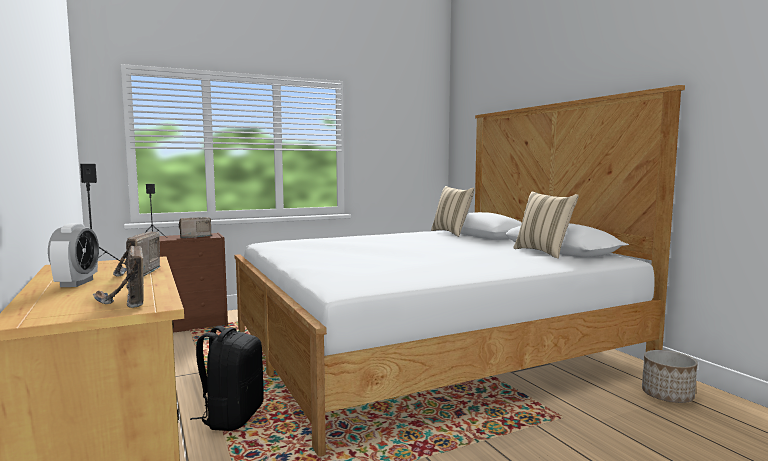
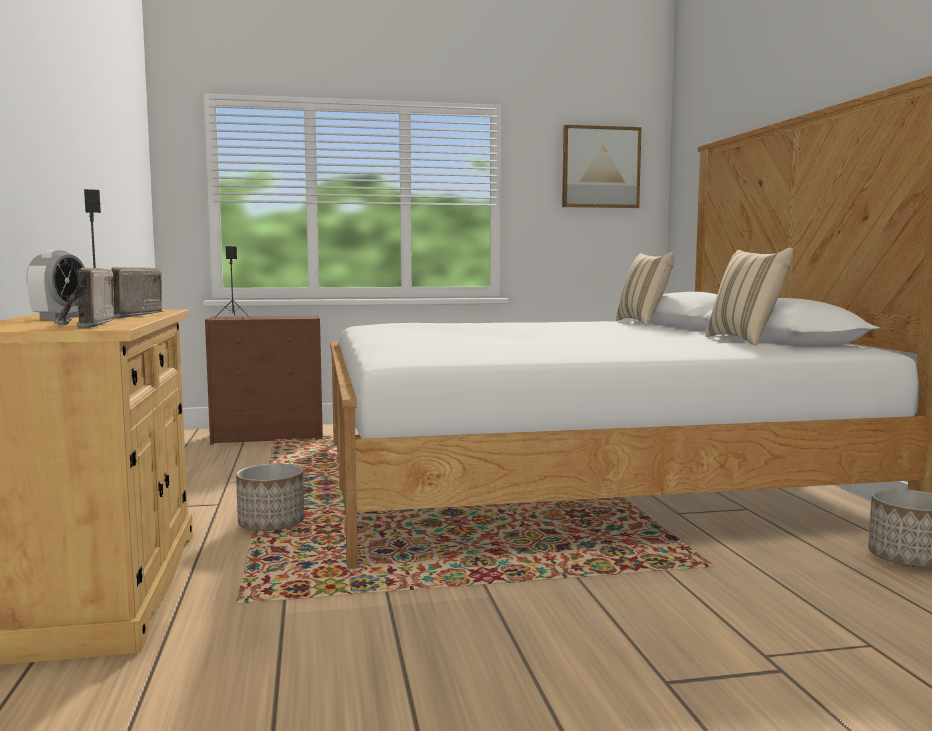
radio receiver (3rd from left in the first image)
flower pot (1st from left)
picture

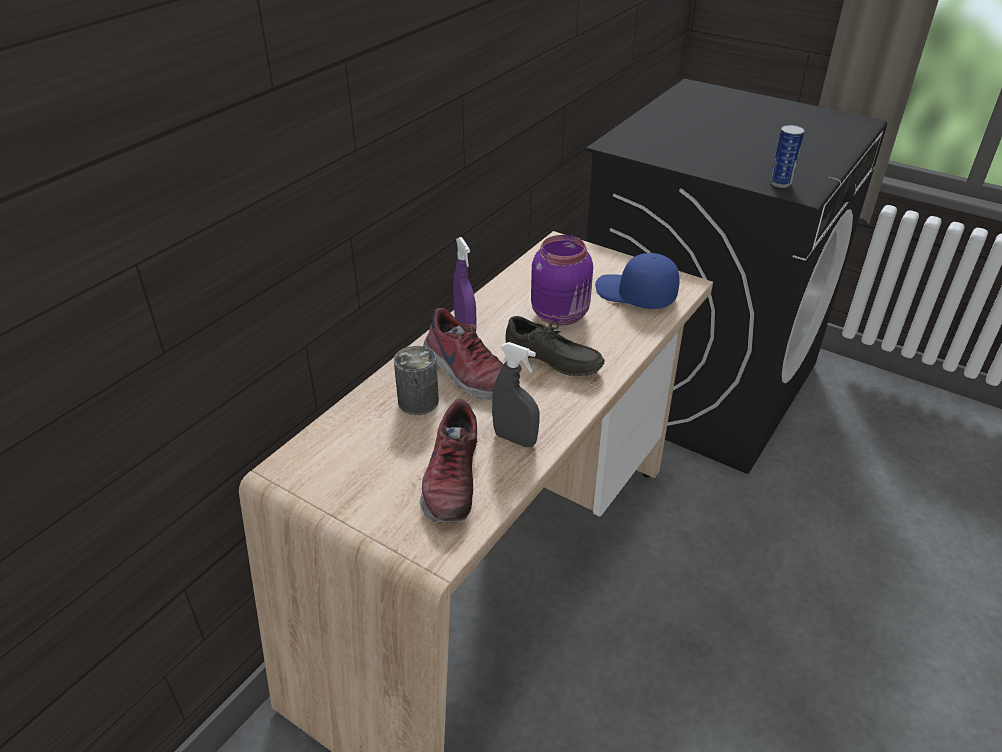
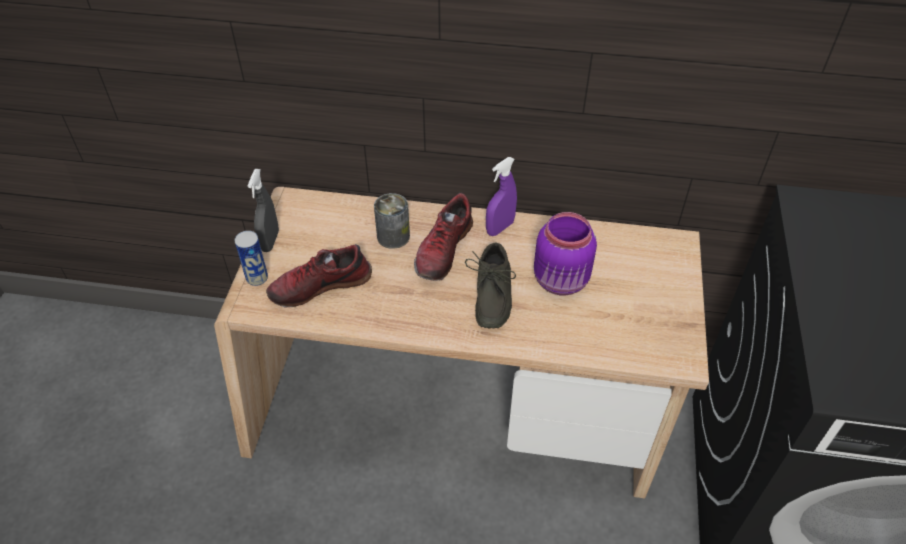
spray bottle (greyish)
baseball cap (blue)
can (1st from left)

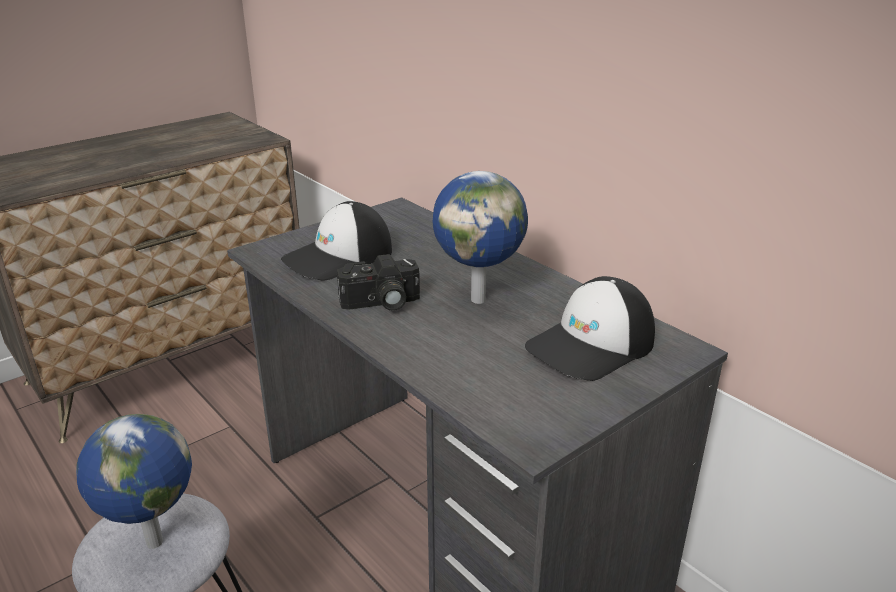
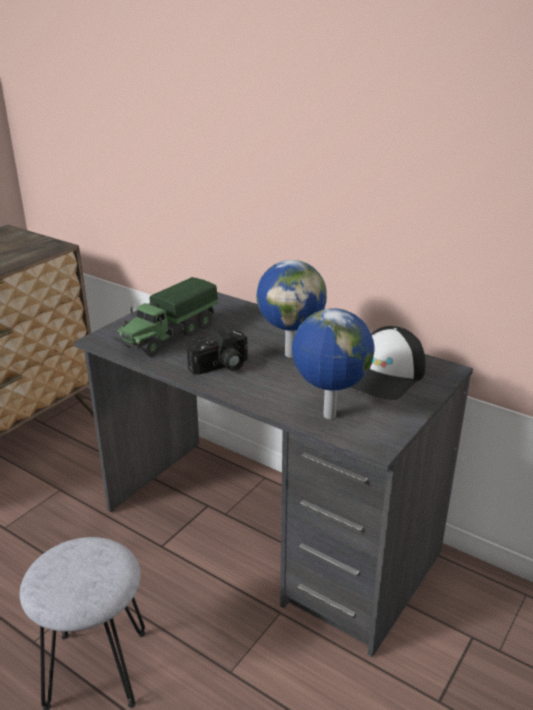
globe (2nd from left)
toy truck

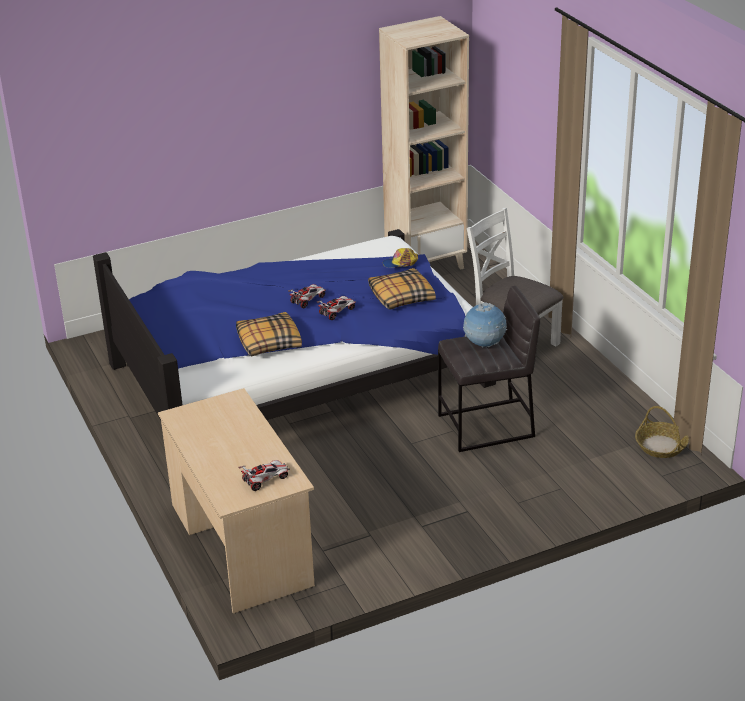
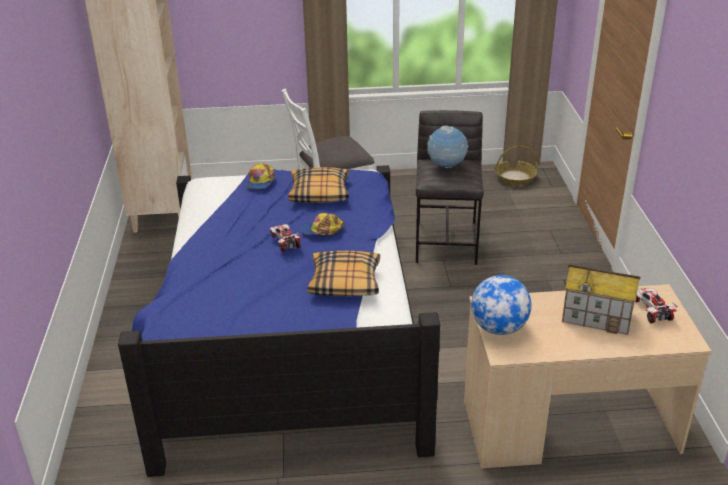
baseball cap (2nd from left)
globe (2nd from left)
model house

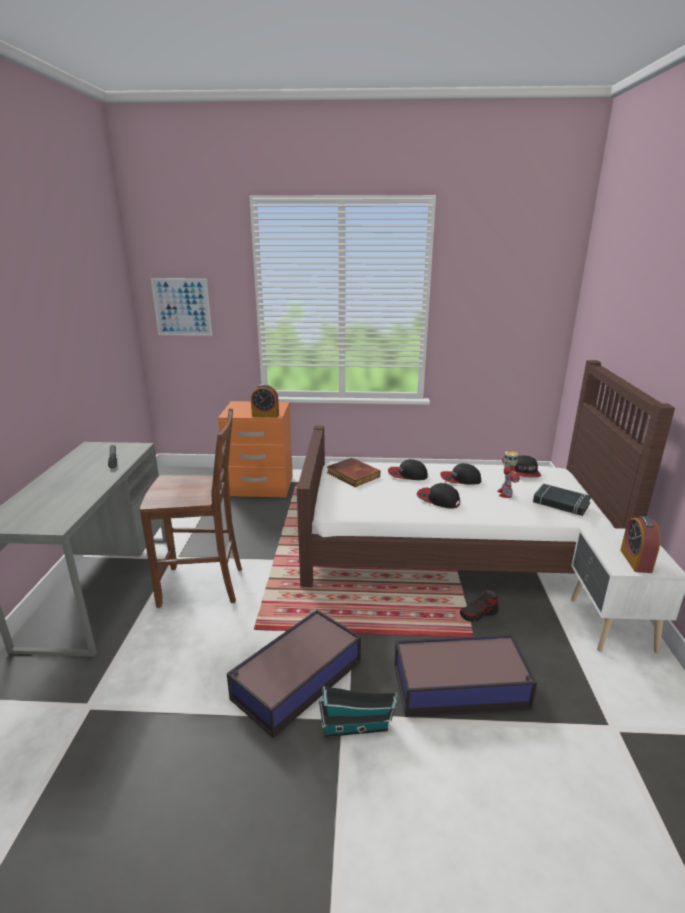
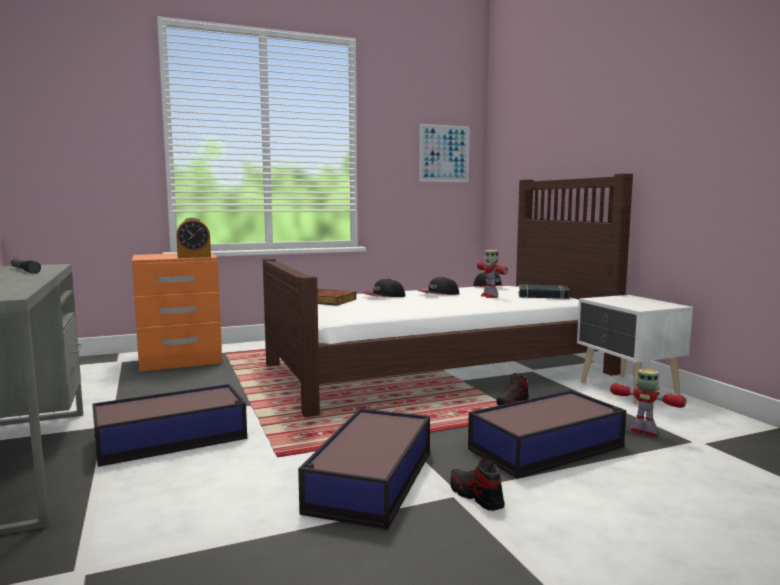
storage bin (1st from left)
picture
shoe (1st from left)
baseball cap (2nd from left in the first image)
bedside clock (2nd from left in the first image)
toy robot (2nd from left)

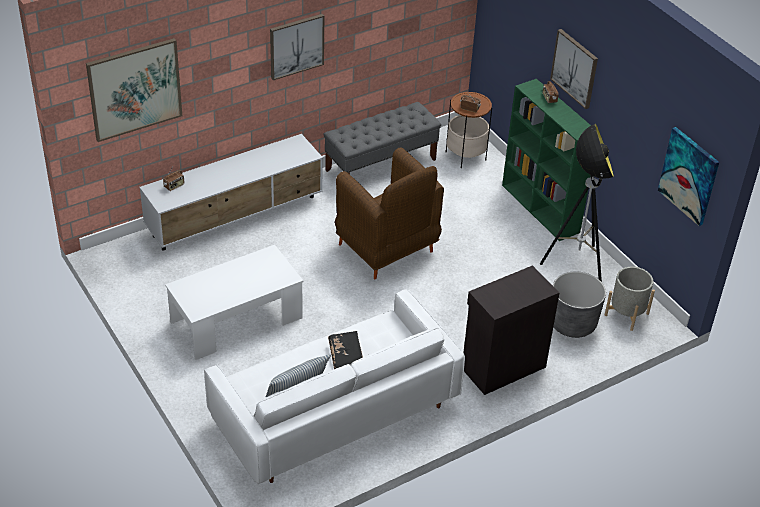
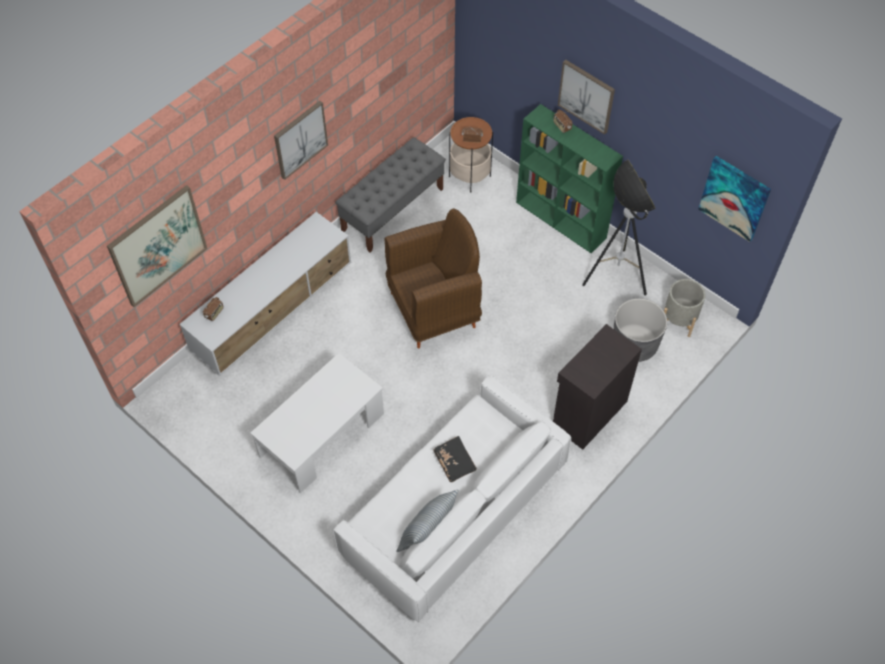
armchair (brownish)

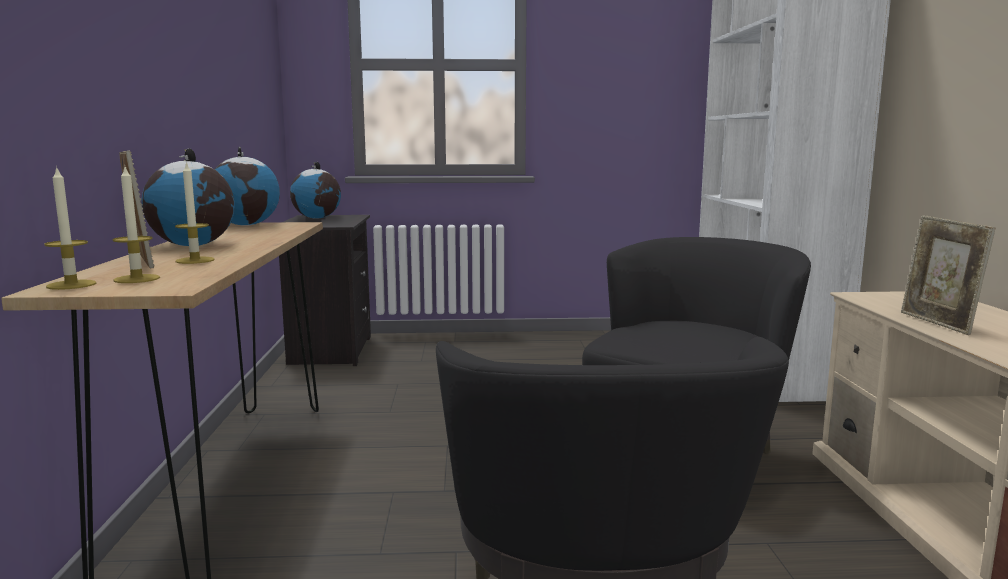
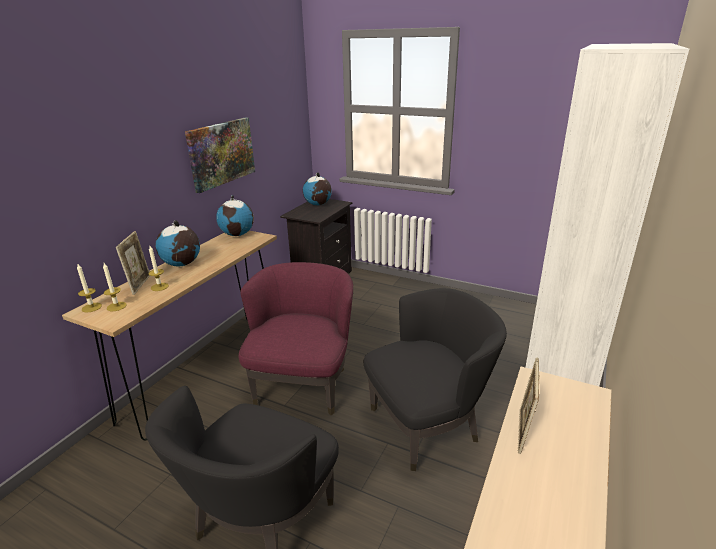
picture
armchair (purple-coloured)

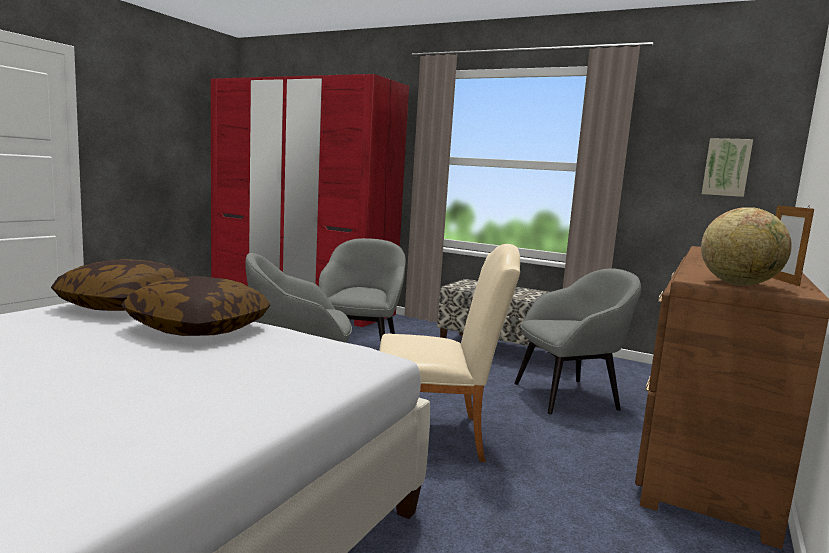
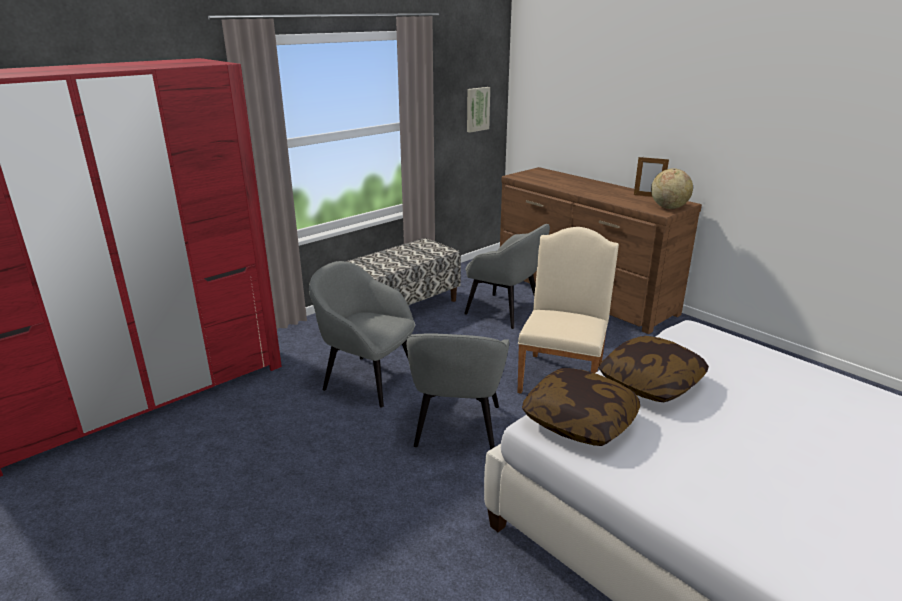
armchair (greyish) (3rd from left)

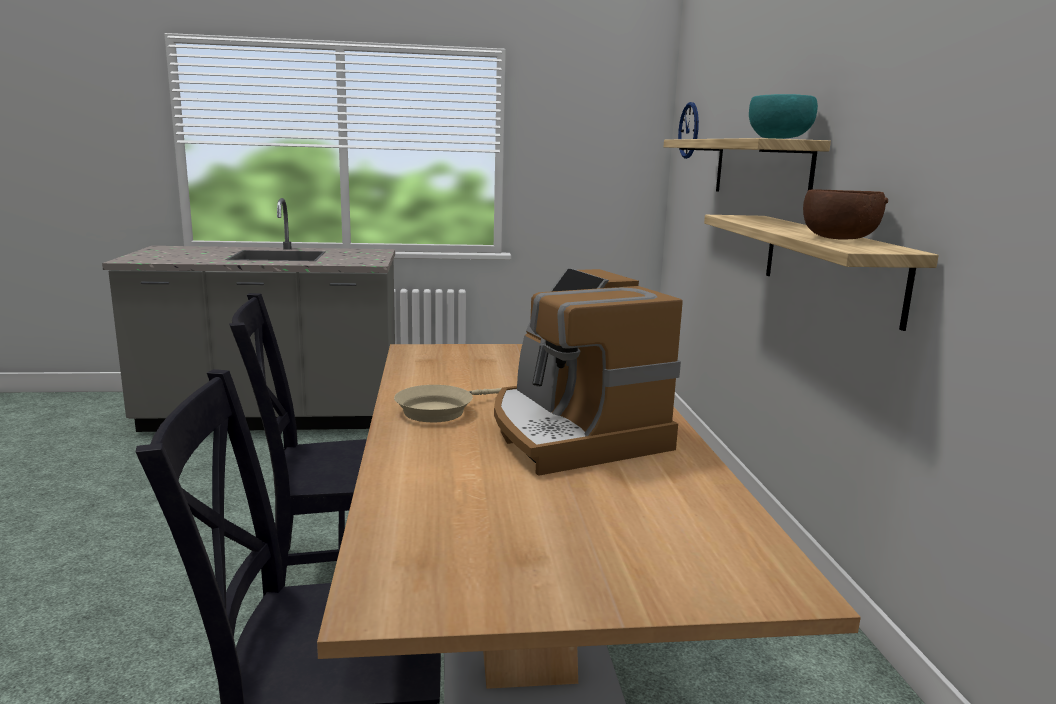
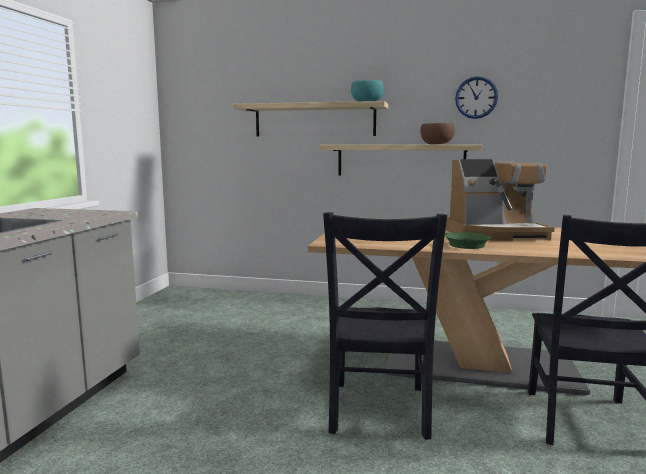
pan (greenish)
wall clock

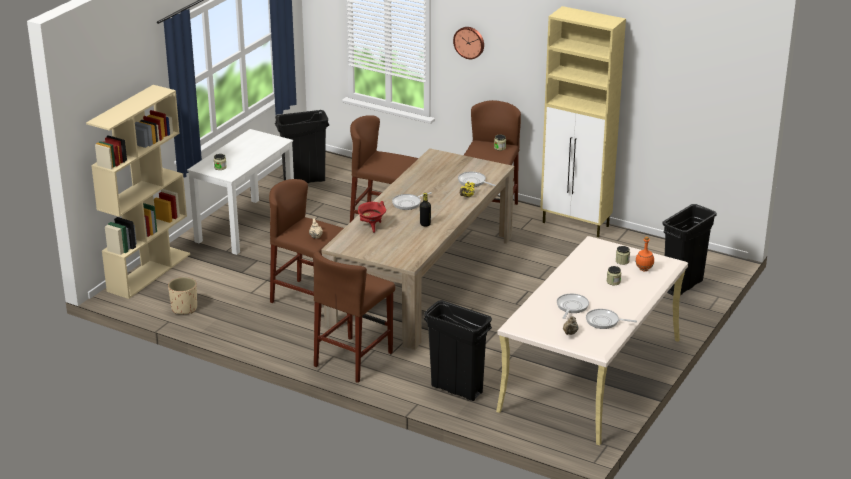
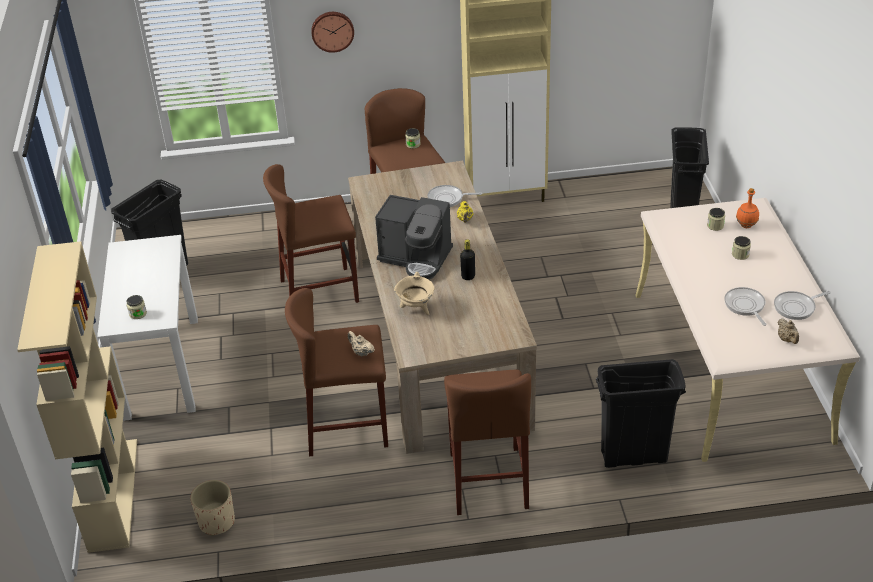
stockpot (sand-coloured)
coffee brewer

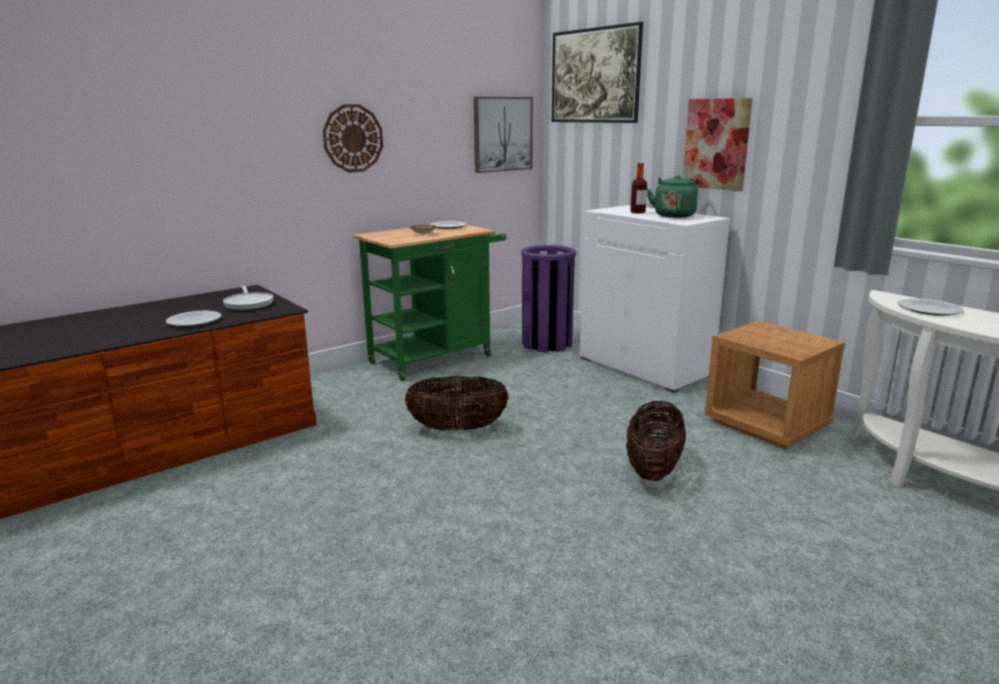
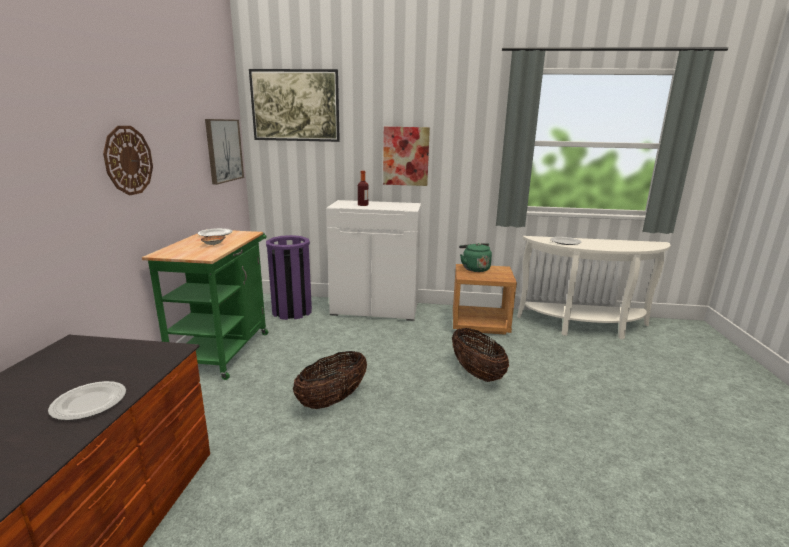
pan
tea kettle (greenish)

